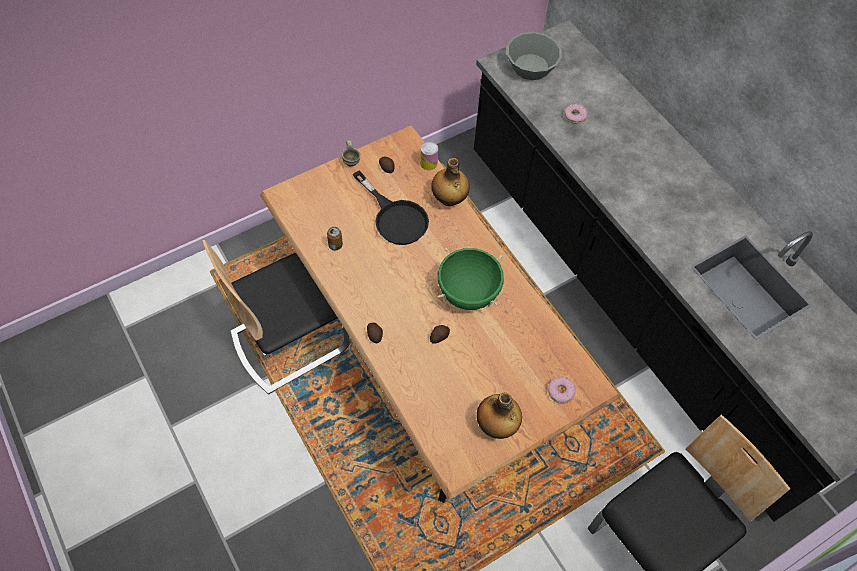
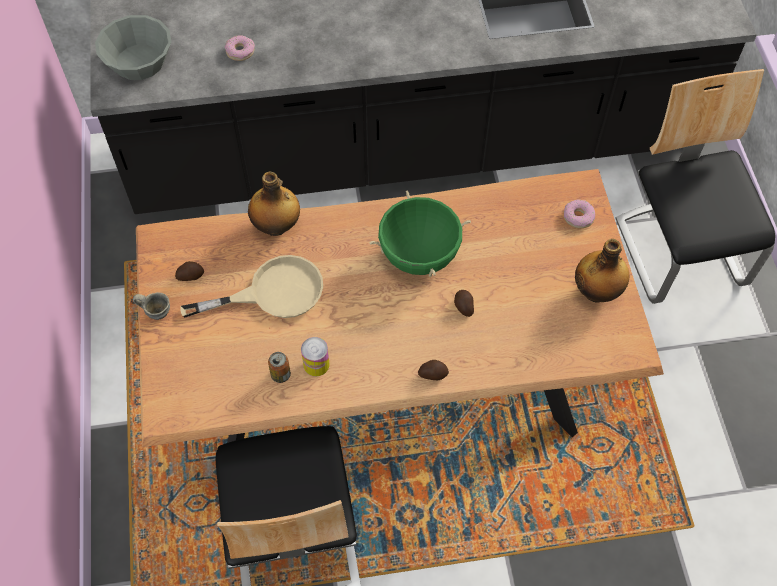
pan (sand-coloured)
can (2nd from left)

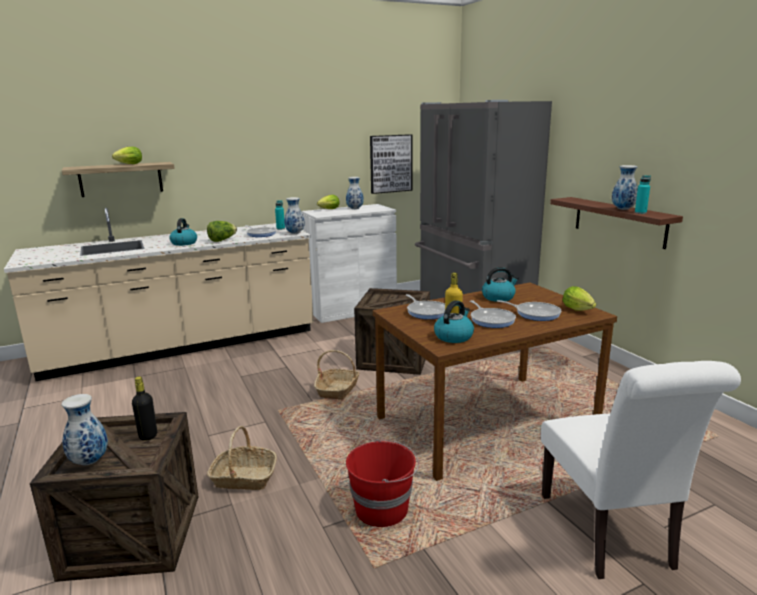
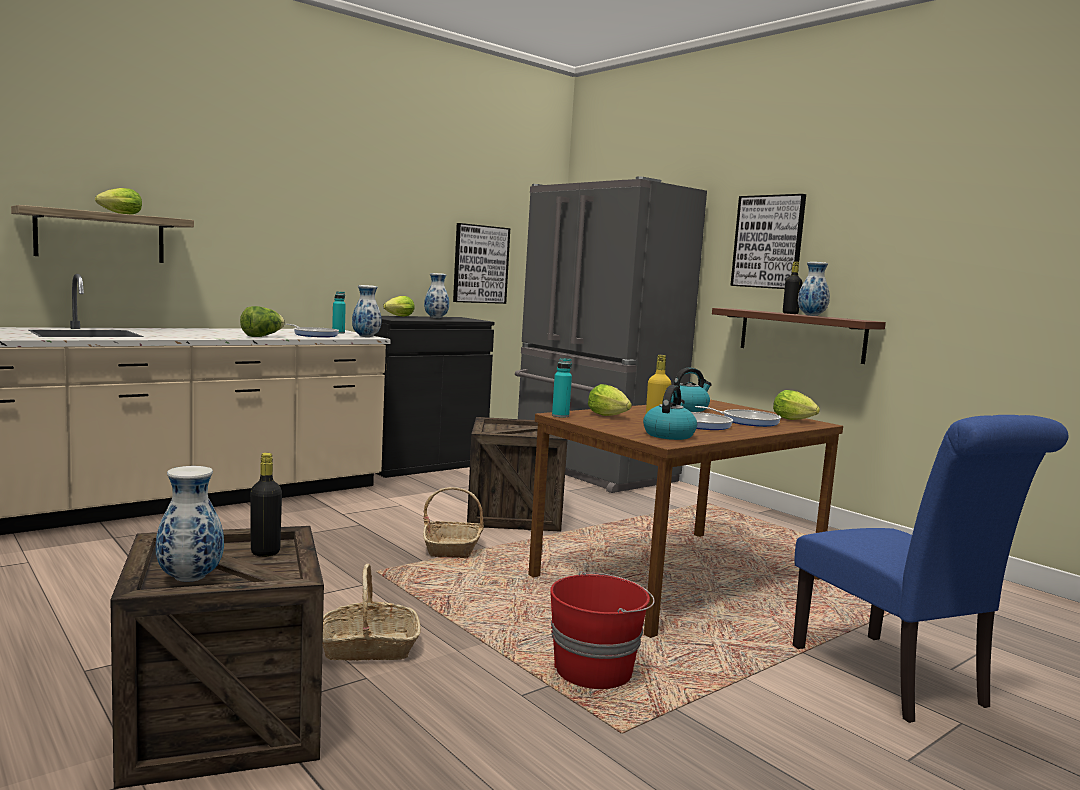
tea kettle (1st from left in the first image)
cupboard (black)
head of lettuce (4th from left)
upright chair (blue)
bottle (turquoise) (2nd from left)
picture (2nd from left)
bottle (black) (2nd from left)

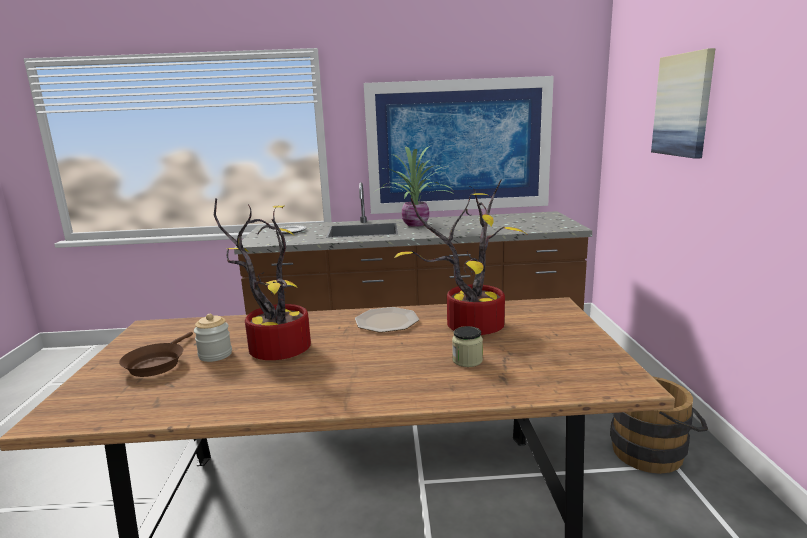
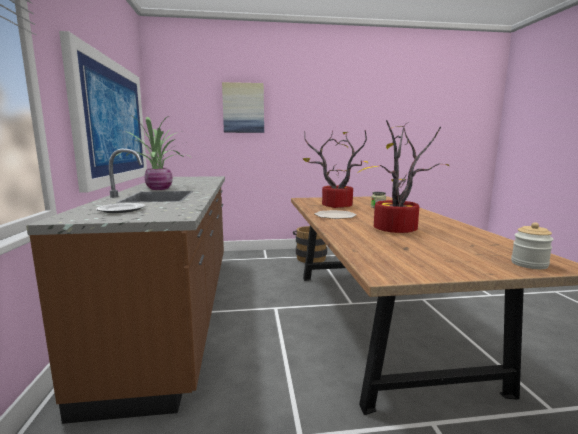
pan (brownish)
storage jar (2nd from left)

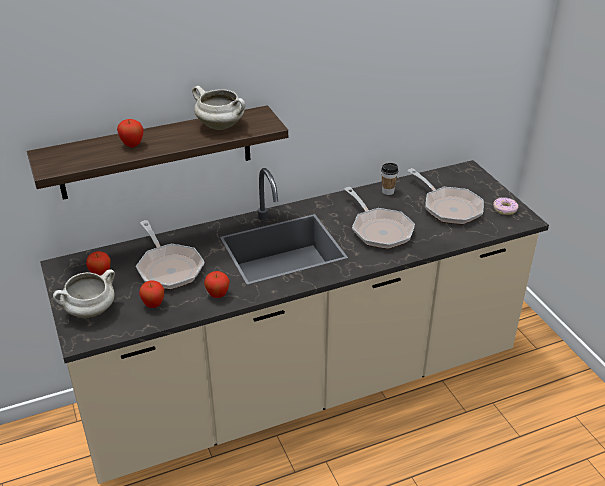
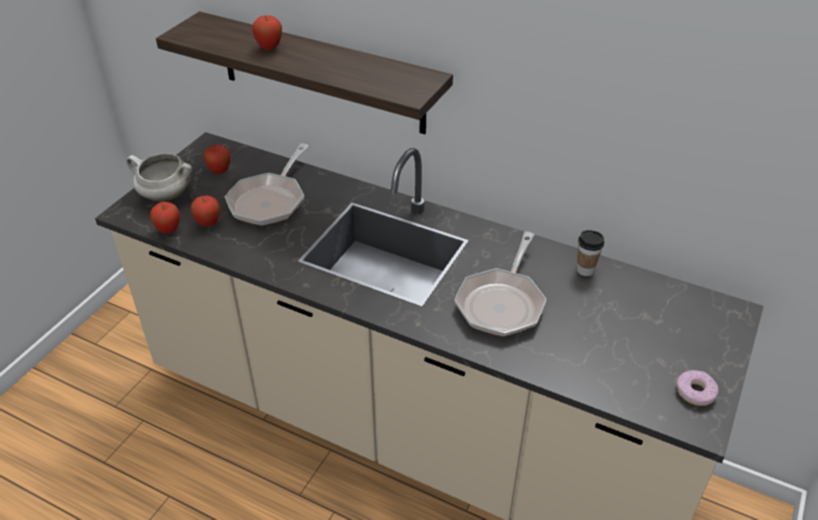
stockpot (white) (2nd from left in the first image)
apple fruit (1st from left)
pan (3rd from left in the first image)

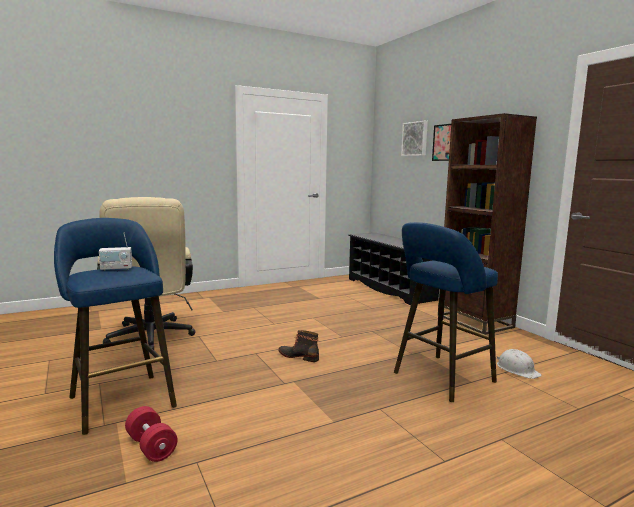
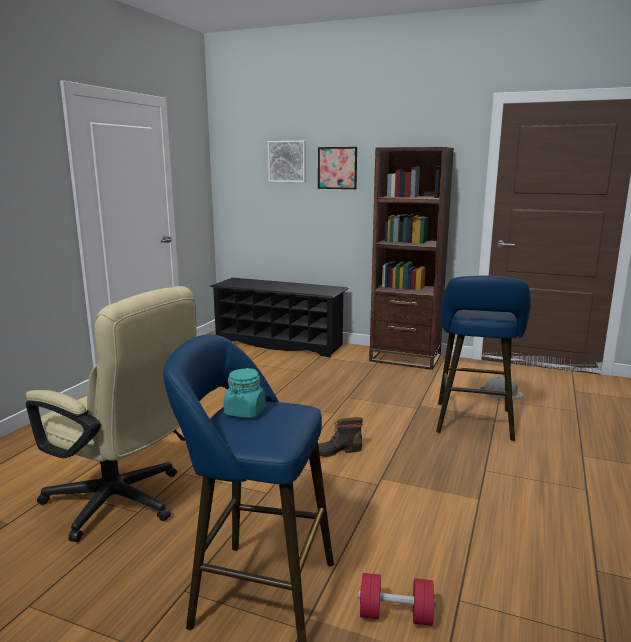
storage jar (turquoise)

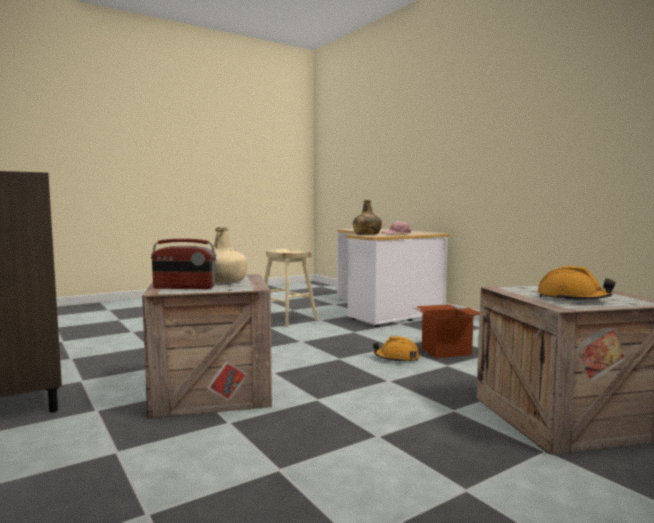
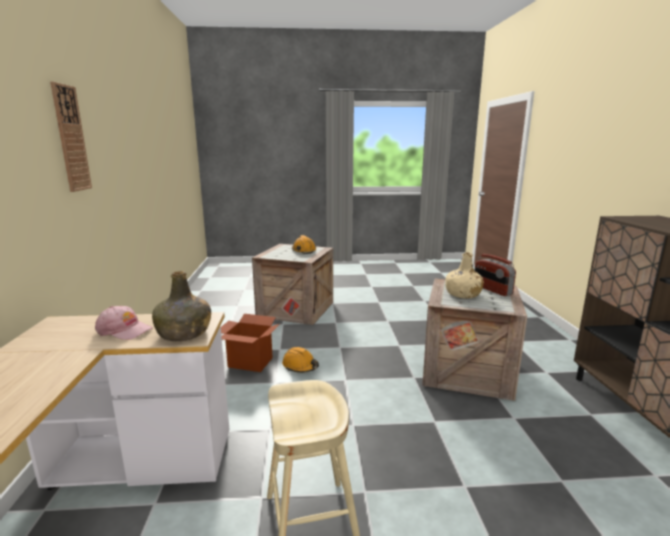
radio receiver
wall clock

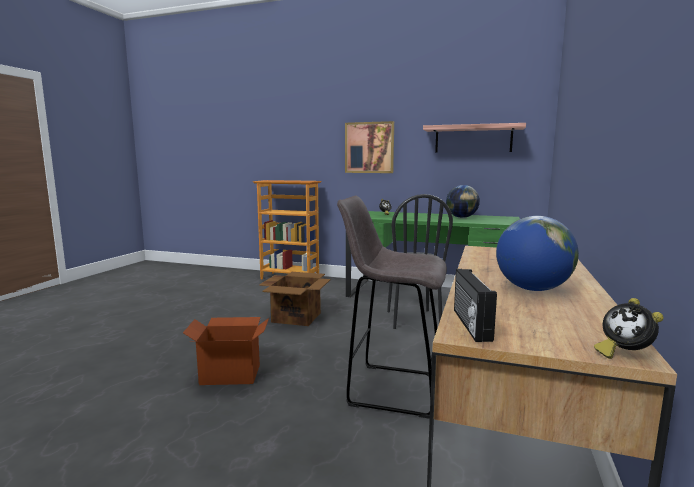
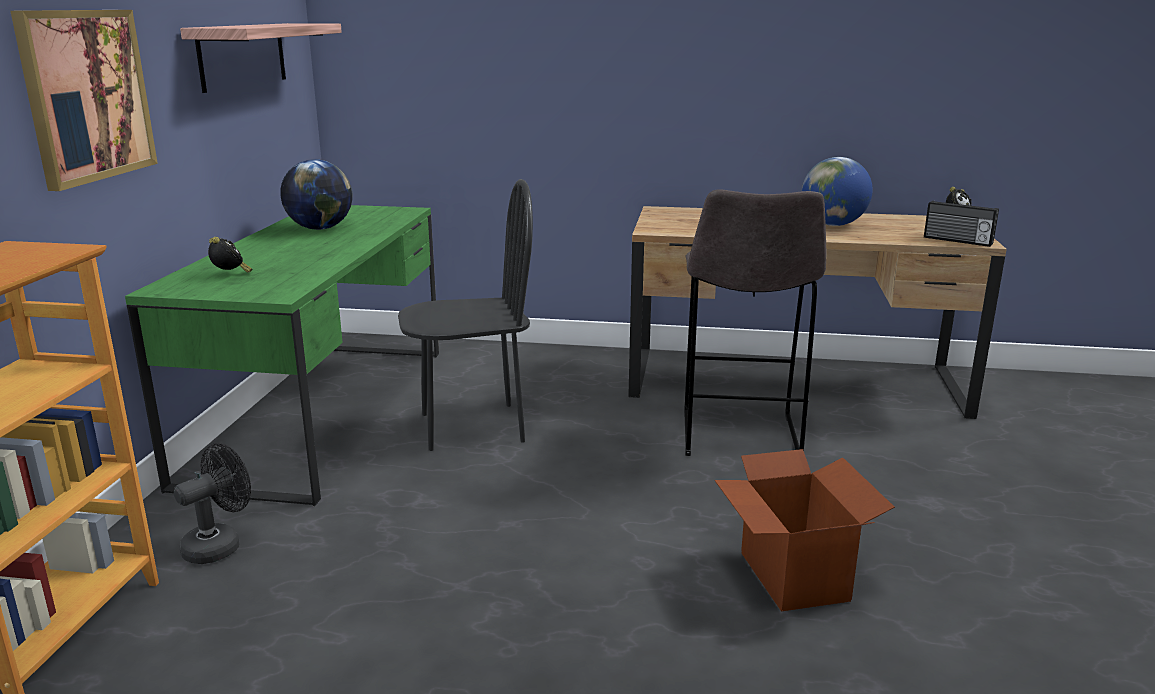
cardboard box (2nd from left in the first image)
radio receiver
cooling fan (black)

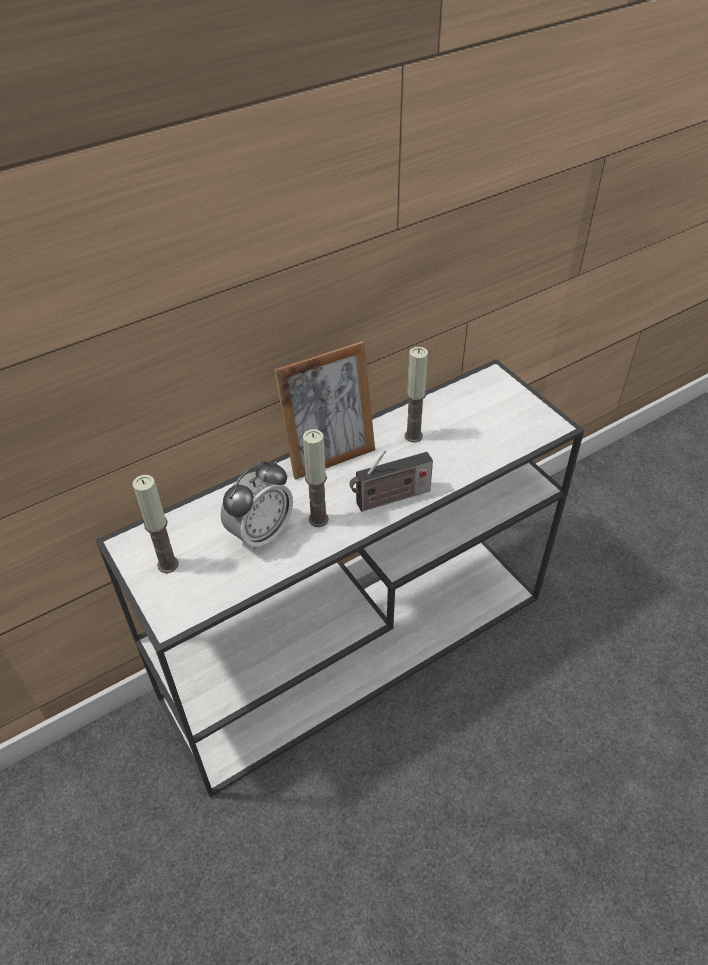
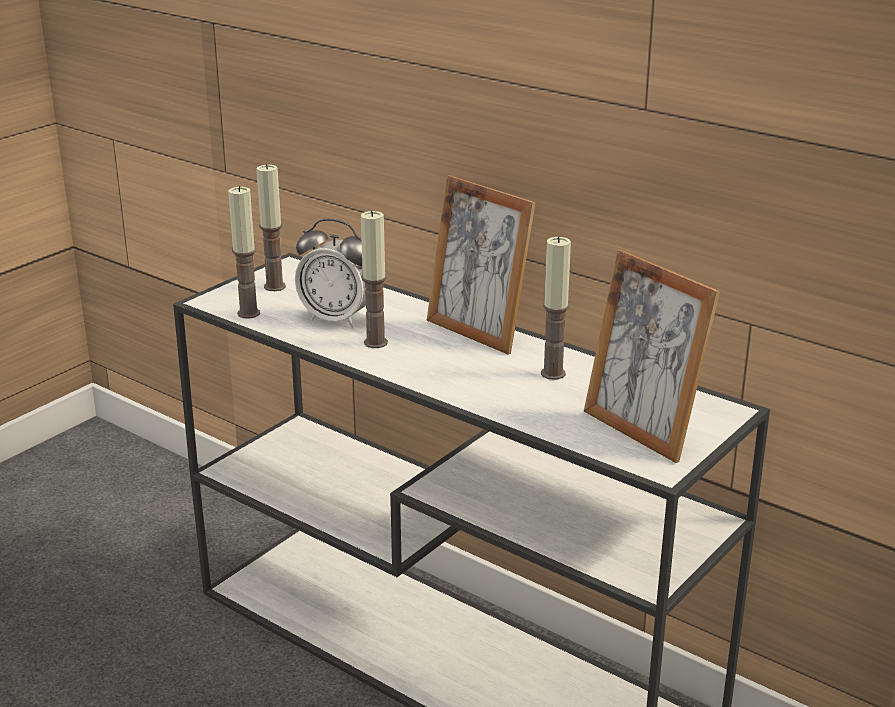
radio receiver
candle (1st from left)
photo frame (2nd from left)

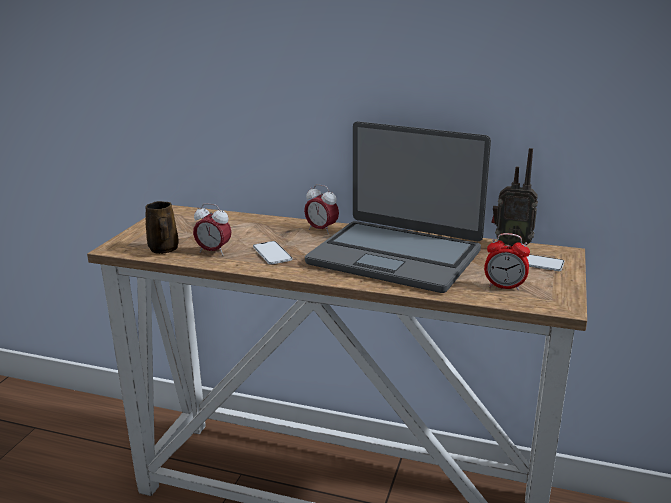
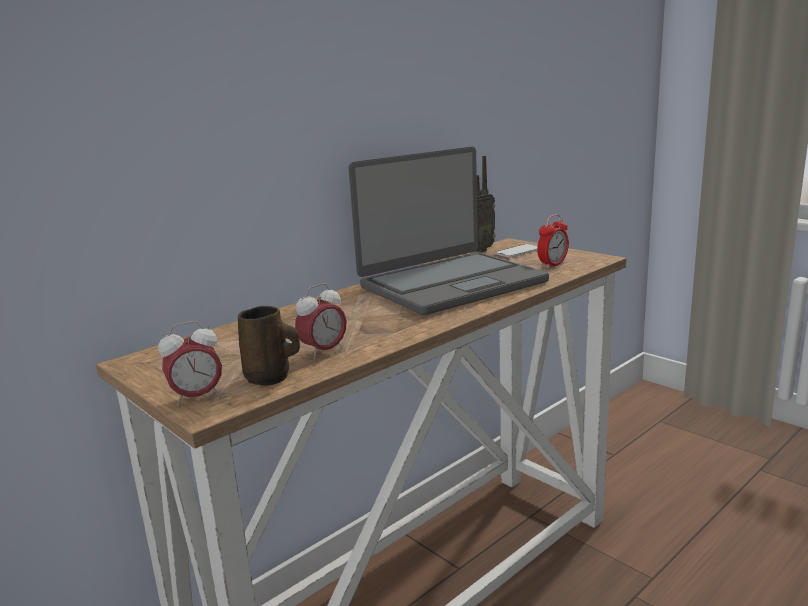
handset (1st from left in the first image)
bedside clock (1st from left)

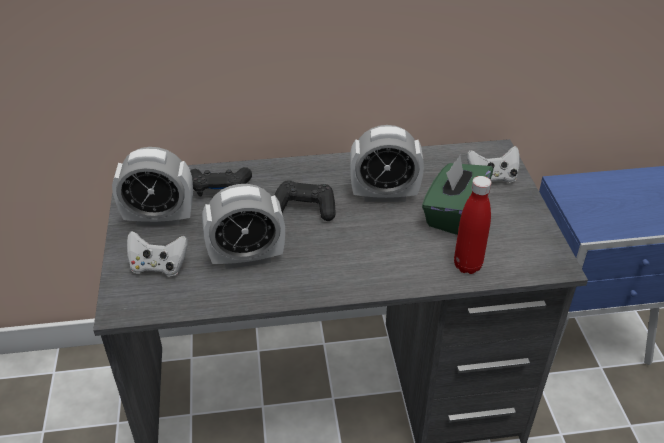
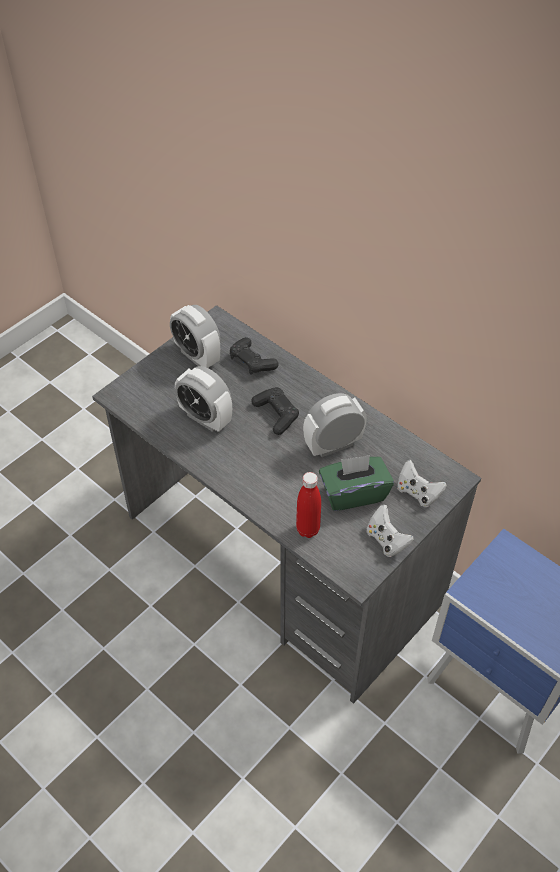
gamepad (white) (1st from left)
bedside clock (3rd from left)

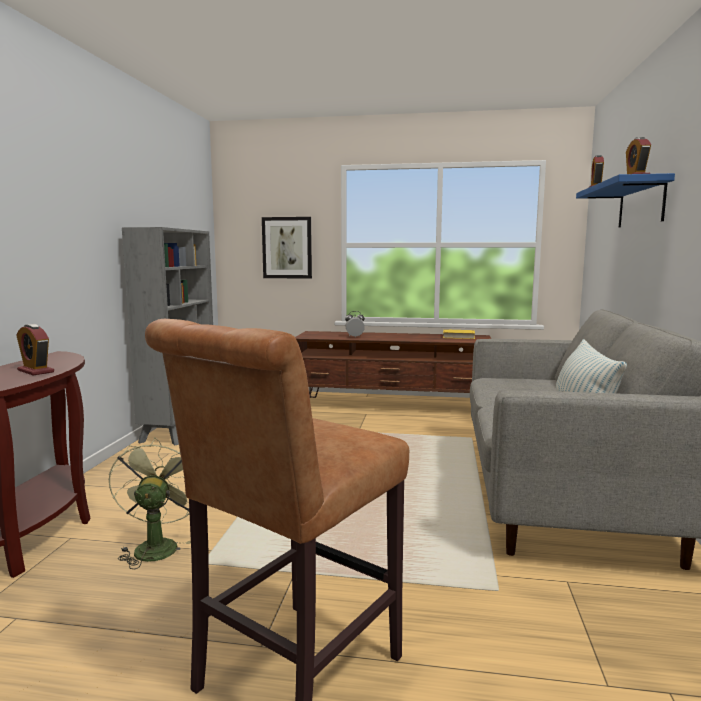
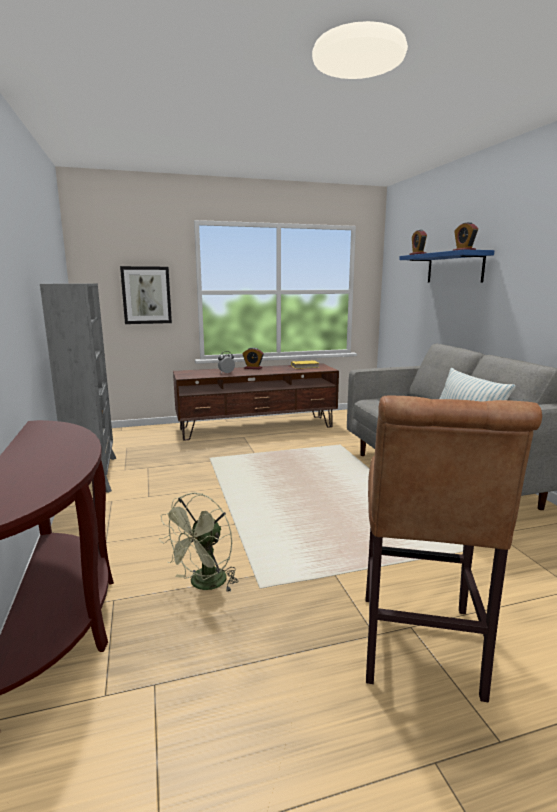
bedside clock (2nd from left)
cooling fan (greenish)

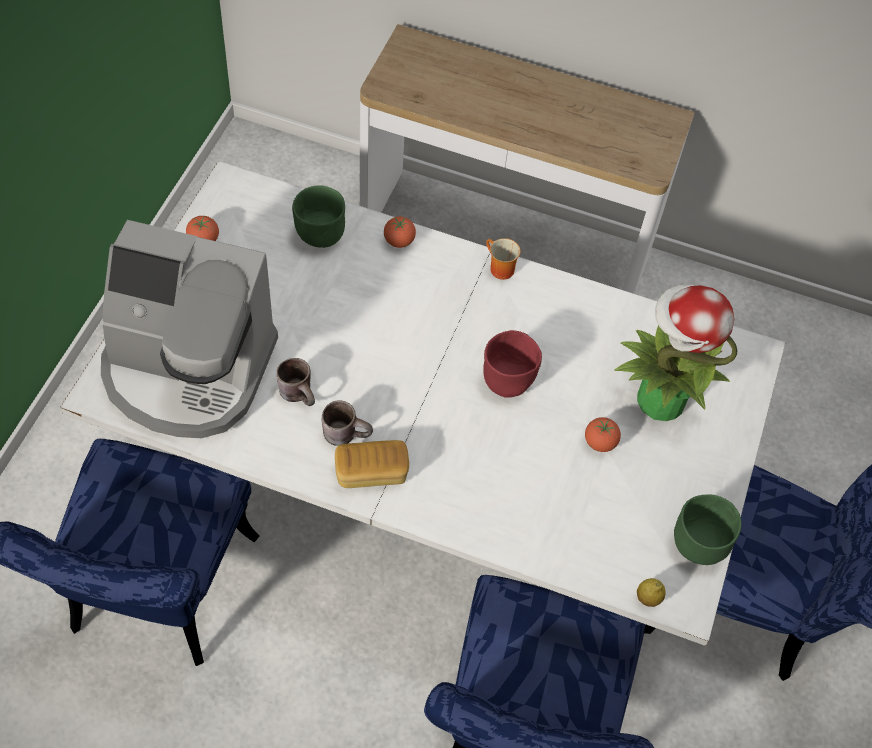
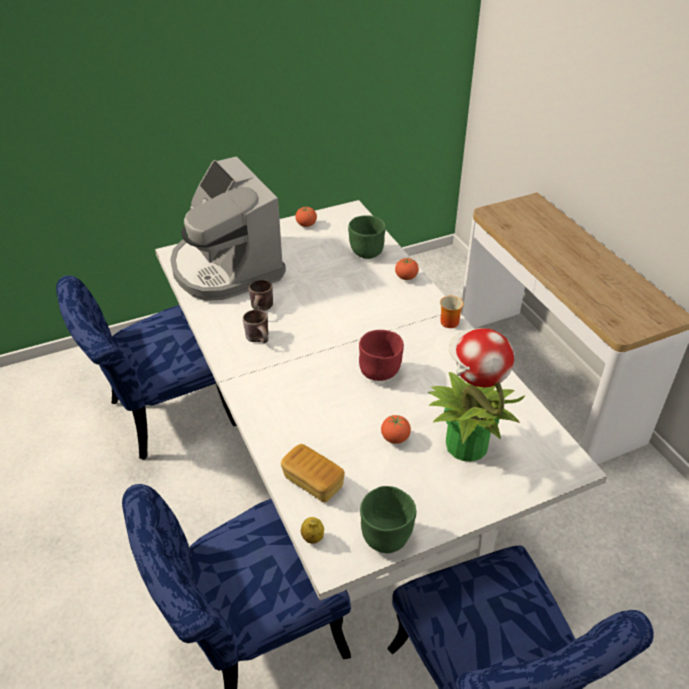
bakery bread

